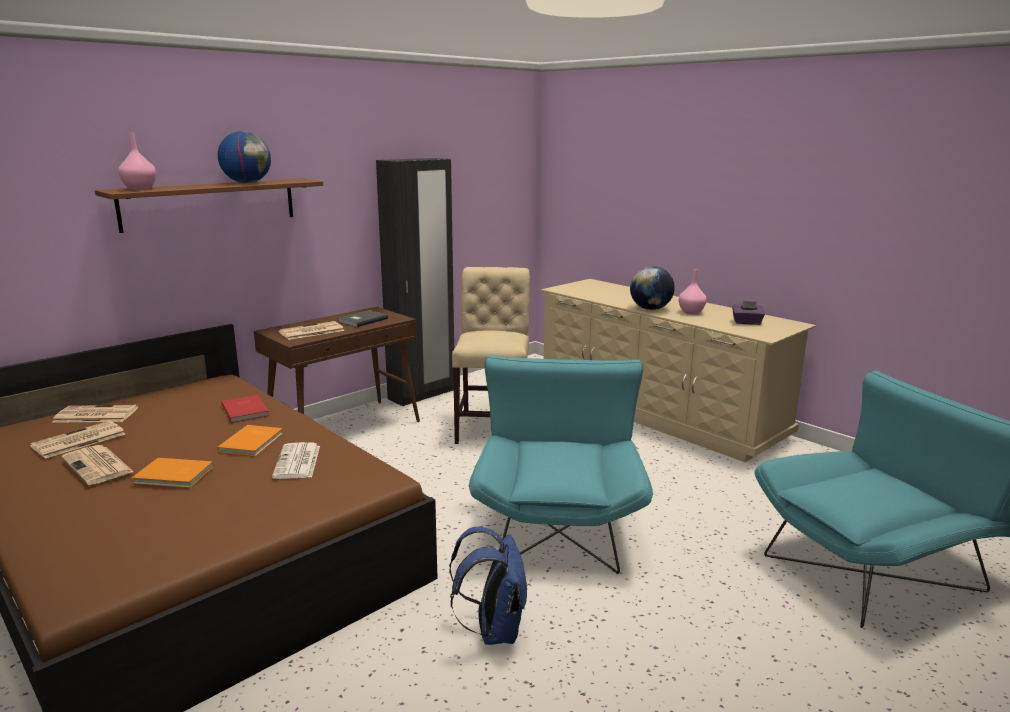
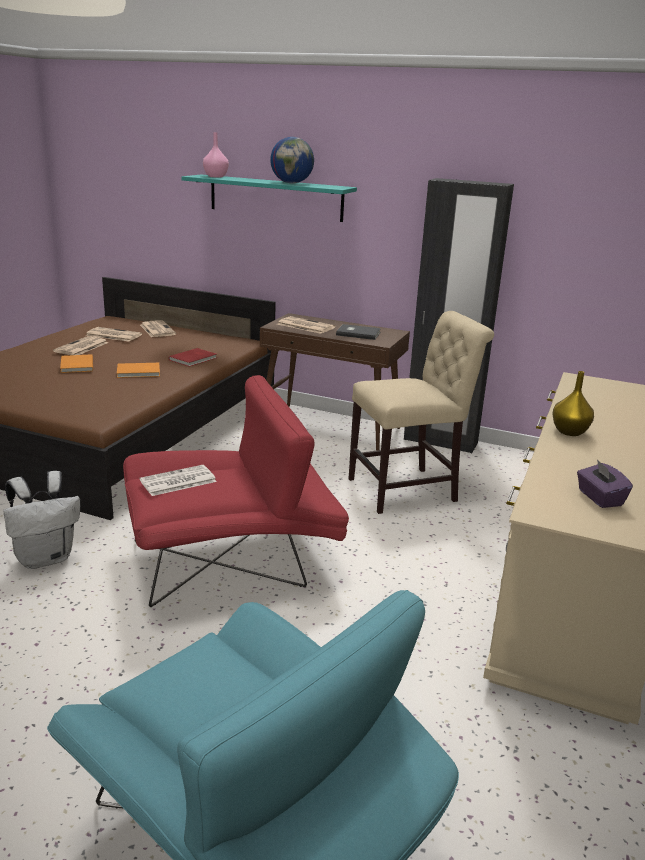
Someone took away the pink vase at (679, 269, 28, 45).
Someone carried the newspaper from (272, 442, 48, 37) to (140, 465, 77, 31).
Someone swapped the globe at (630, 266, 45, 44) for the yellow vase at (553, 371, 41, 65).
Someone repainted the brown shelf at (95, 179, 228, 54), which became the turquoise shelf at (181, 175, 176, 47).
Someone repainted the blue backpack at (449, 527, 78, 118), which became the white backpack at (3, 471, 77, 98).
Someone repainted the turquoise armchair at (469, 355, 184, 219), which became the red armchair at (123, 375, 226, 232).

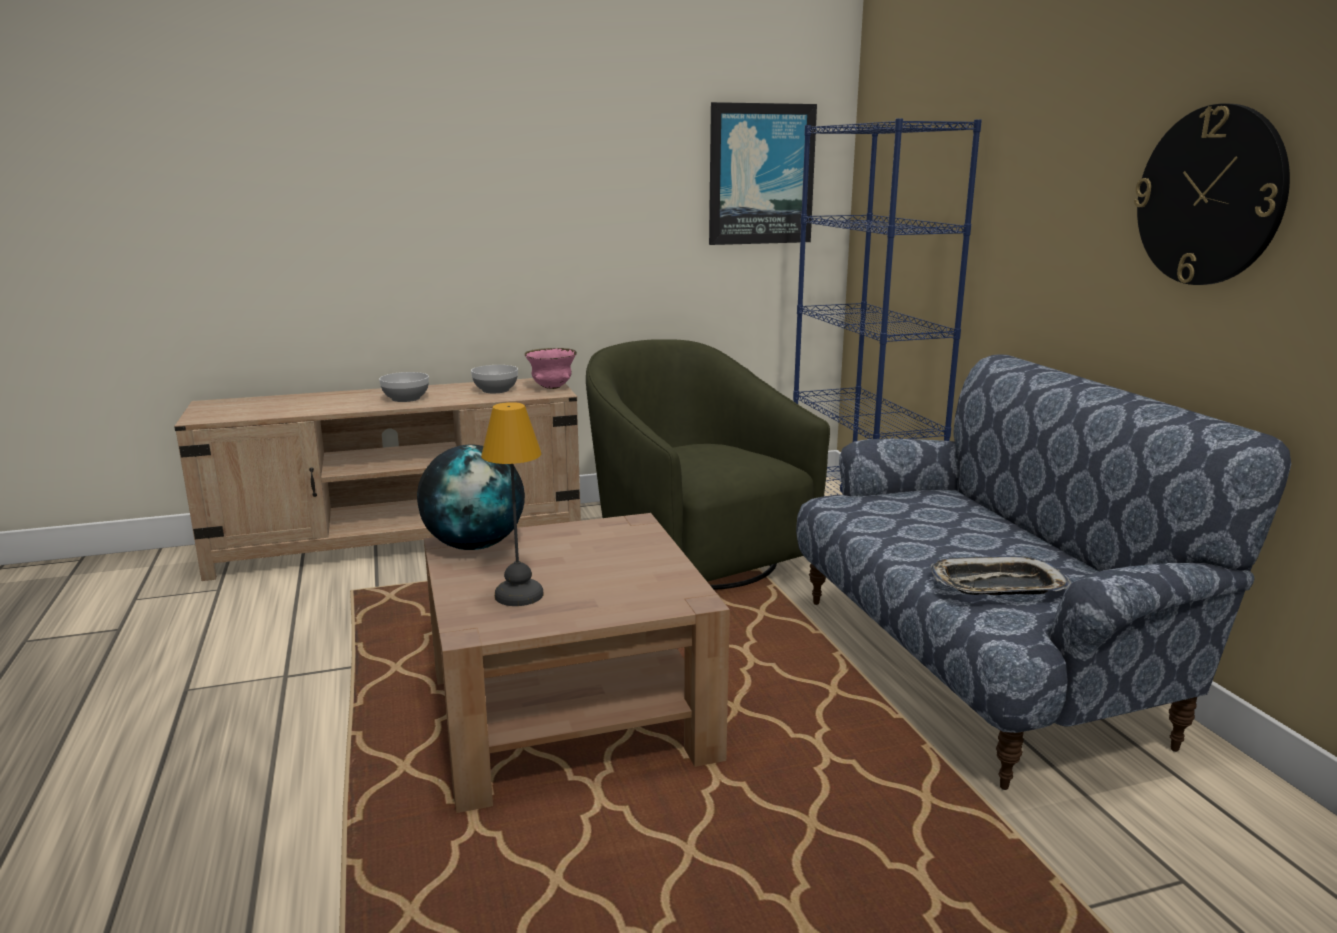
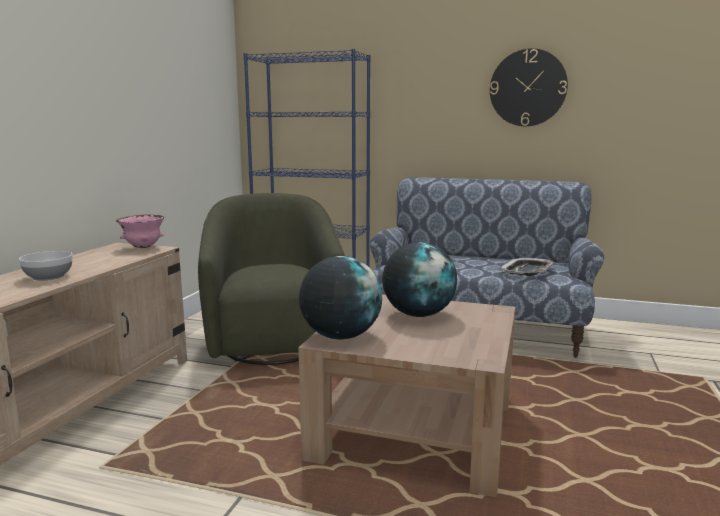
Someone took away the bowl at (471, 365, 47, 28).
Someone took away the table lamp at (481, 402, 62, 204).
Someone took away the picture at (709, 102, 108, 143).
Someone put down the globe at (382, 242, 75, 75).
Someone rotated the green armchair at (586, 339, 244, 251) by 75 degrees clockwise.

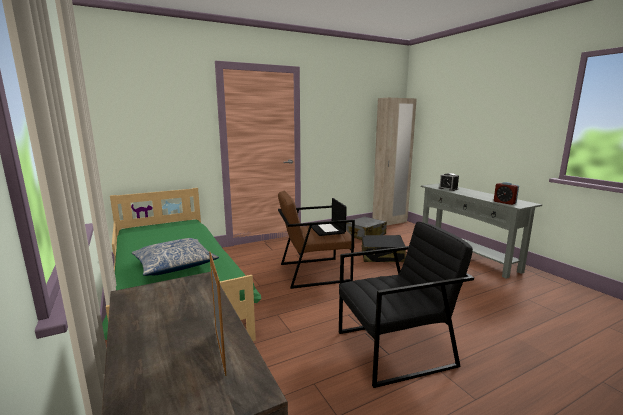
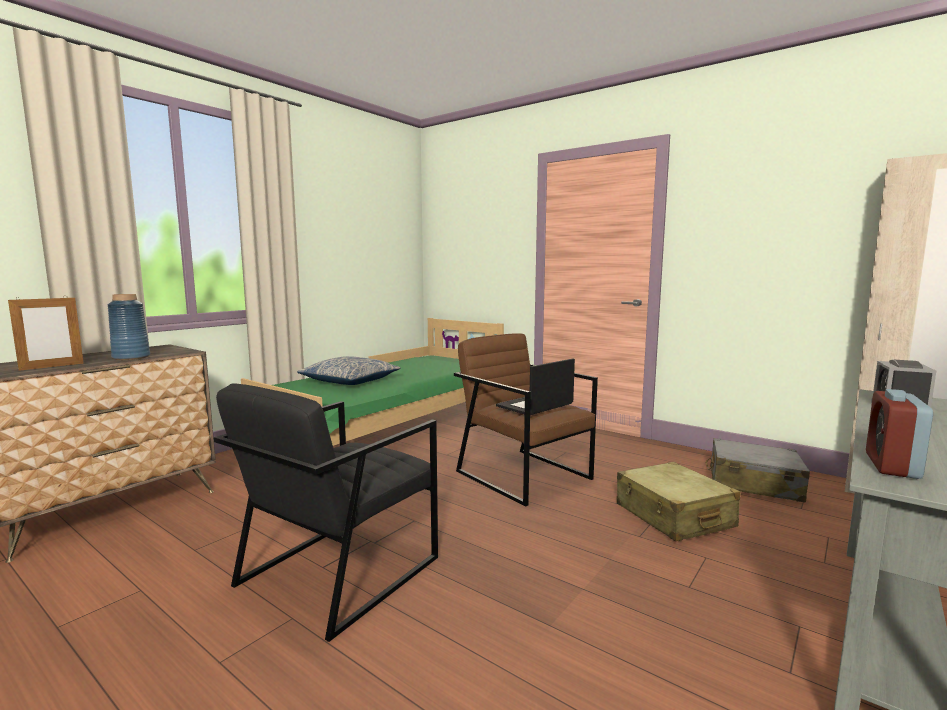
Someone put down the blue vase at (108, 294, 42, 66).
Someone repainted the black suitcase at (361, 235, 46, 27), which became the beige suitcase at (617, 462, 123, 79).
Someone rotated the black armchair at (339, 222, 135, 166) by 75 degrees clockwise.

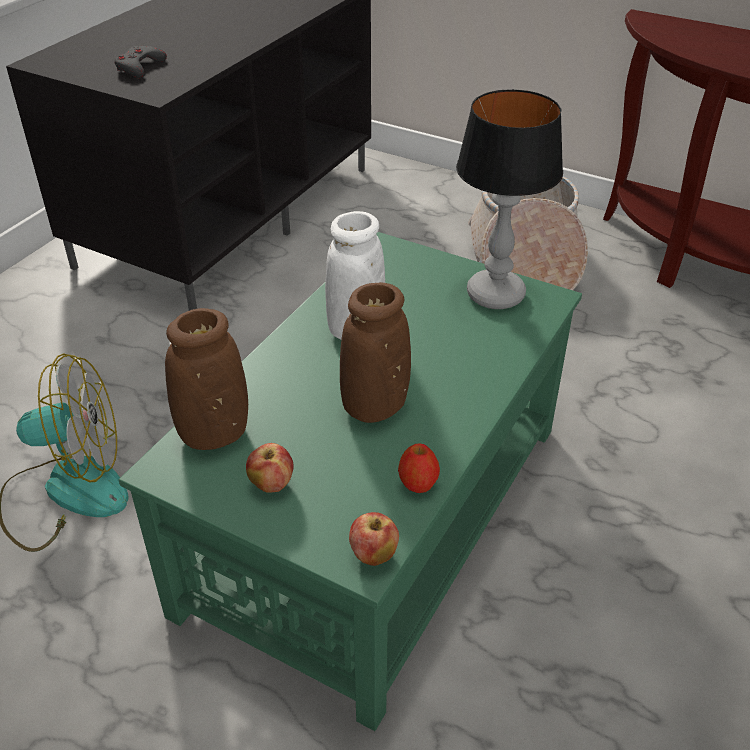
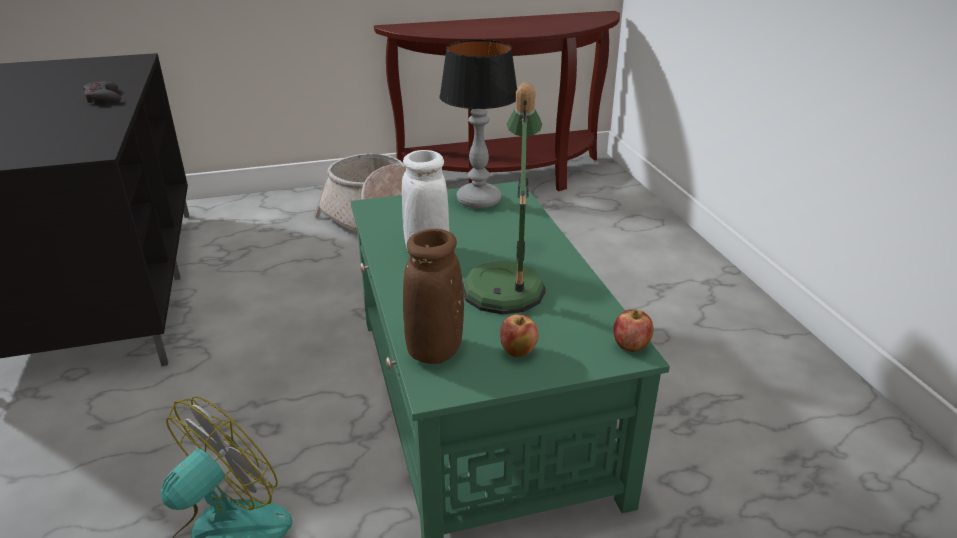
Someone took away the apple at (398, 443, 42, 50).
Someone carried the grey game controller from (114, 46, 53, 32) to (83, 81, 38, 22).
Someone swapped the brown vase at (340, 282, 71, 141) for the table lamp at (463, 83, 83, 231).

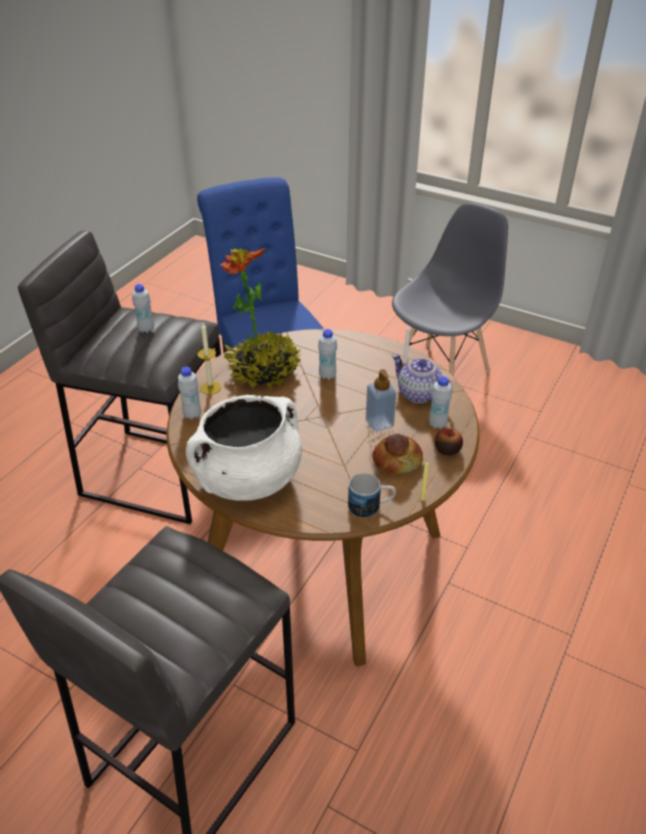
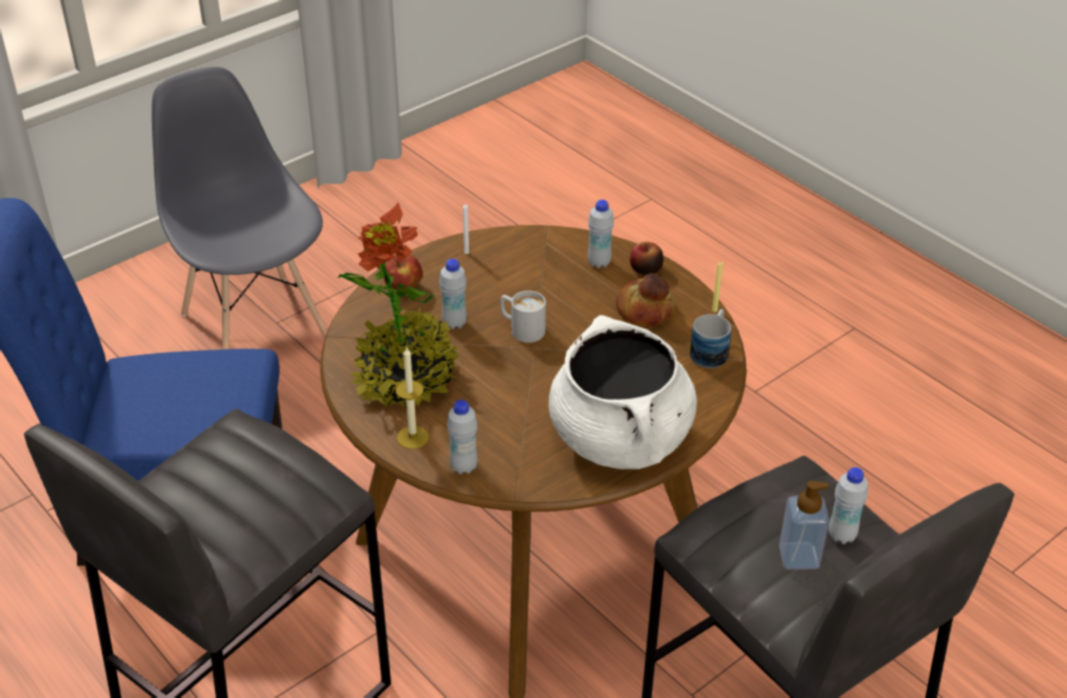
Someone took away the teapot at (391, 354, 62, 49).
Someone put down the apple at (384, 255, 39, 38).
Someone put down the white mug at (500, 291, 46, 52).
Someone carried the white bottle from (132, 284, 22, 49) to (828, 467, 40, 77).
Someone carried the soap dispenser from (366, 369, 30, 63) to (779, 481, 50, 89).

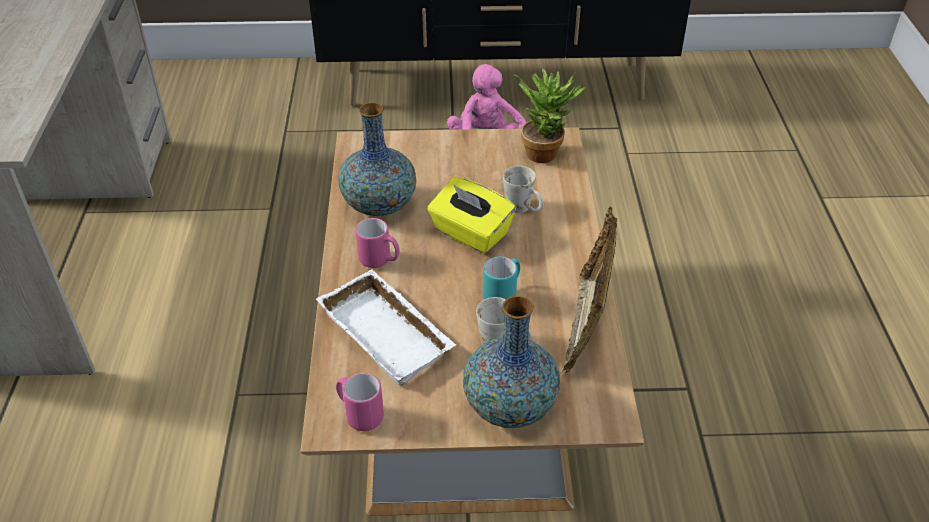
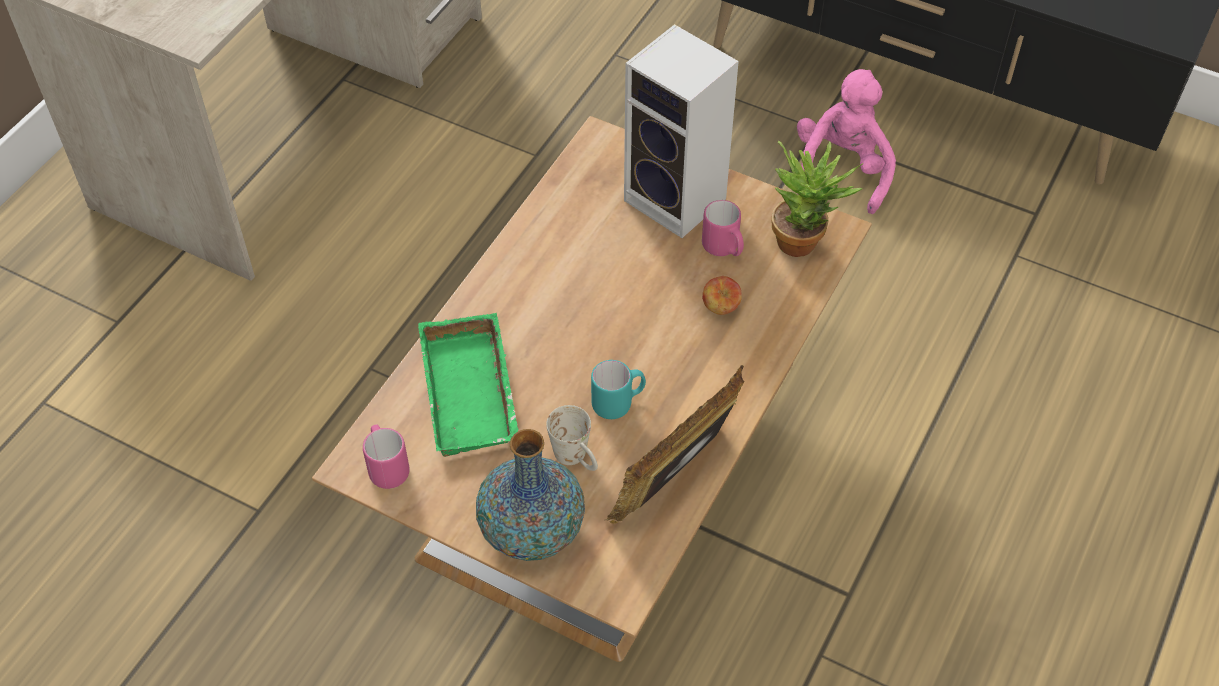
Someone took away the vase at (339, 102, 77, 114).
Someone took away the yellow tissue box at (427, 177, 89, 76).
Someone put down the speaker at (624, 24, 115, 214).
Someone carried the pink mug from (356, 218, 44, 50) to (702, 200, 42, 56).
Someone swapped the white mug at (503, 166, 41, 47) for the apple at (702, 276, 40, 39).
Someone repainted the white tray at (316, 269, 140, 117), which became the green tray at (418, 313, 101, 144).

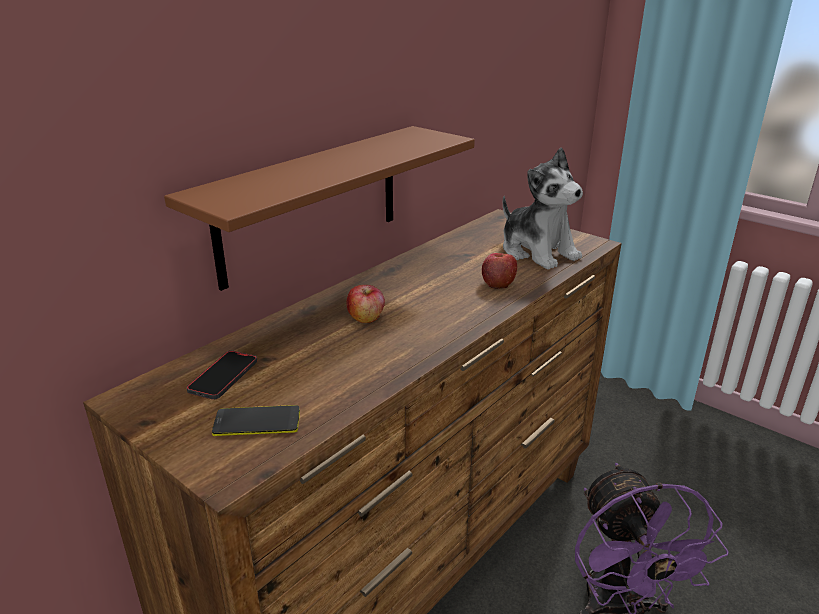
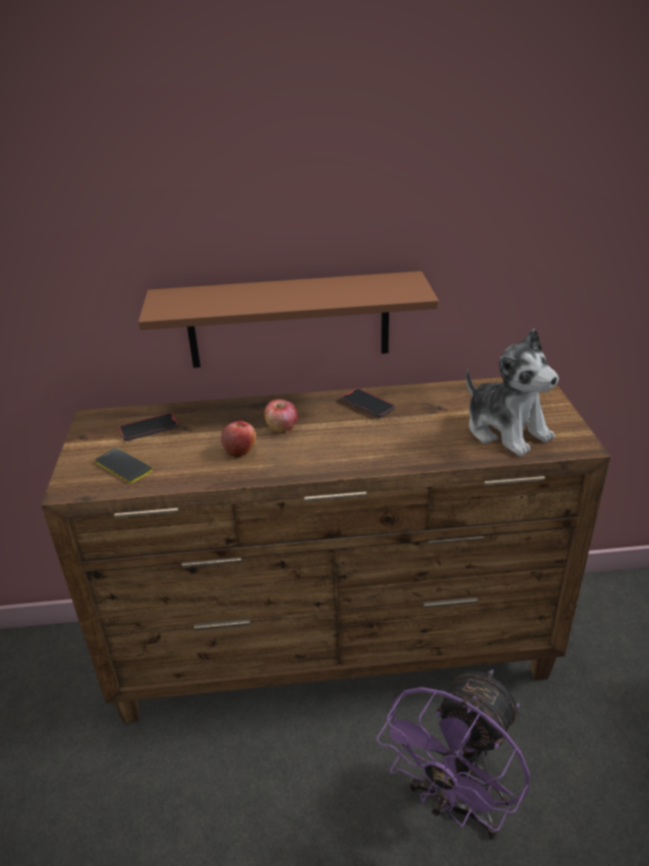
Someone put down the phone at (342, 388, 53, 30).
Someone carried the apple from (482, 253, 35, 36) to (221, 421, 35, 37).
Someone rotated the plush toy at (503, 147, 80, 123) by 45 degrees counterclockwise.

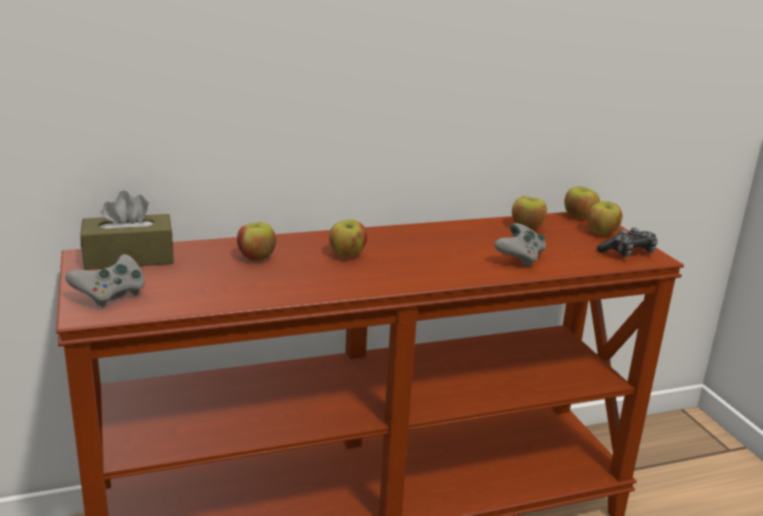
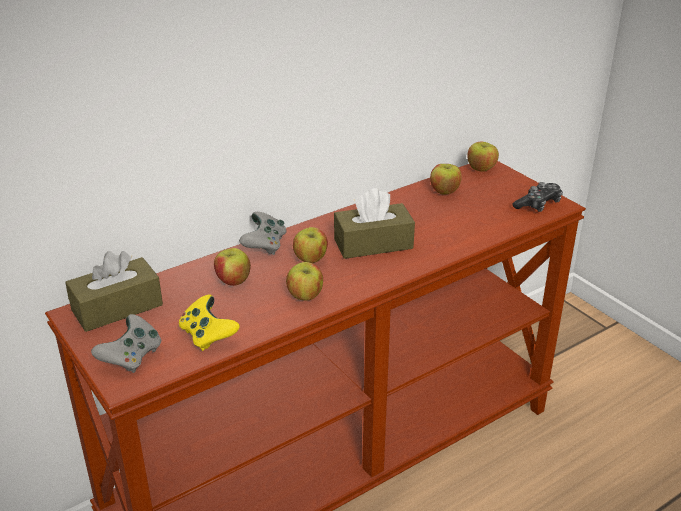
Someone put down the yellow game controller at (179, 295, 61, 56).
Someone put down the brown tissue box at (334, 188, 81, 71).
Someone carried the grey game controller from (494, 223, 52, 44) to (239, 212, 48, 43).
Someone carried the apple from (587, 201, 35, 34) to (286, 262, 37, 39).

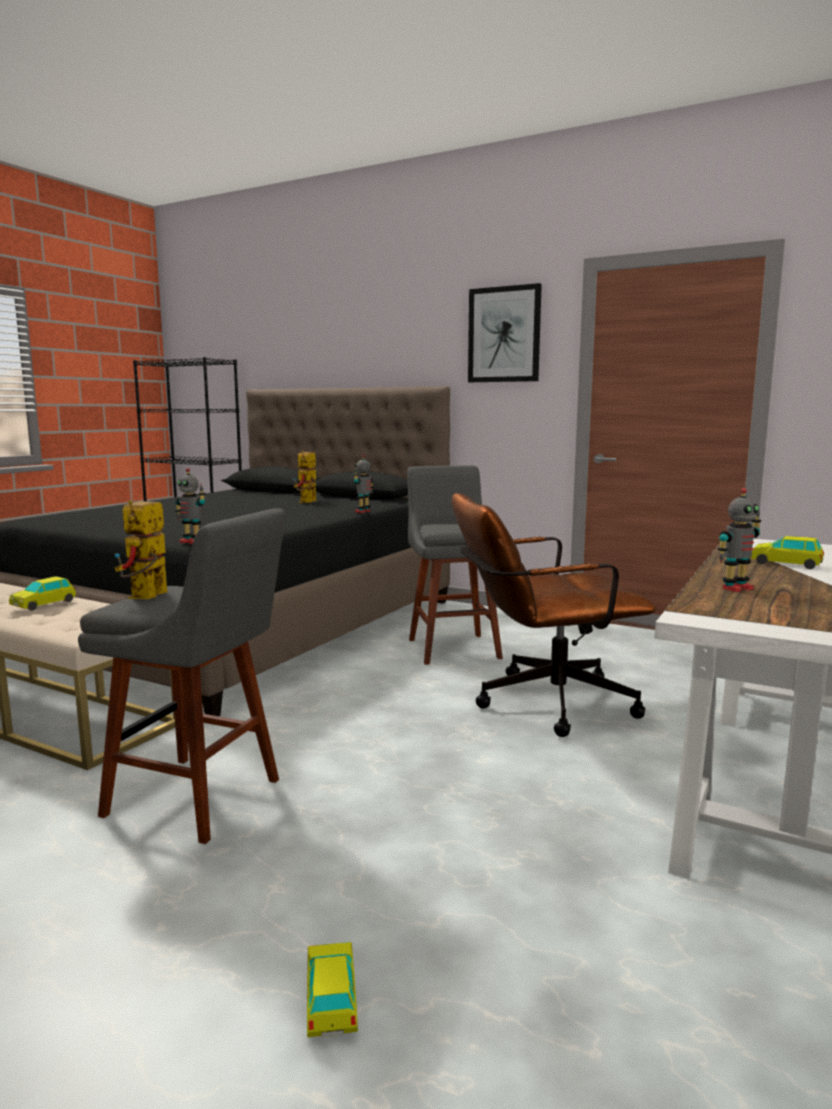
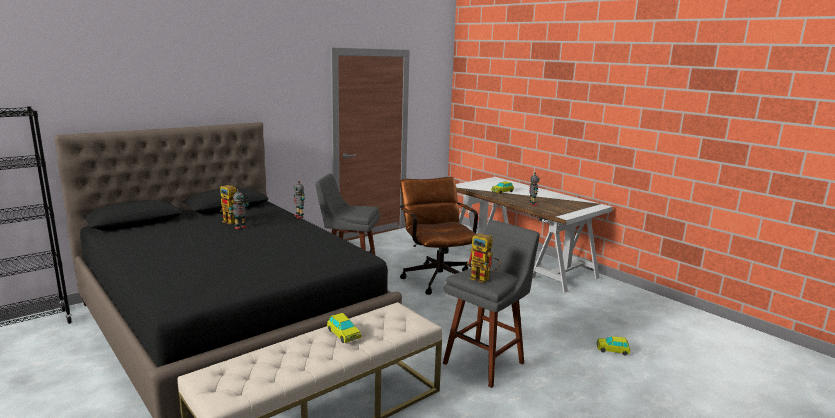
Someone took away the picture at (468, 283, 74, 99).
Someone carried the toy robot from (175, 468, 31, 76) to (229, 189, 20, 41).
Someone rotated the brown office chair at (451, 493, 205, 244) by 150 degrees clockwise.

